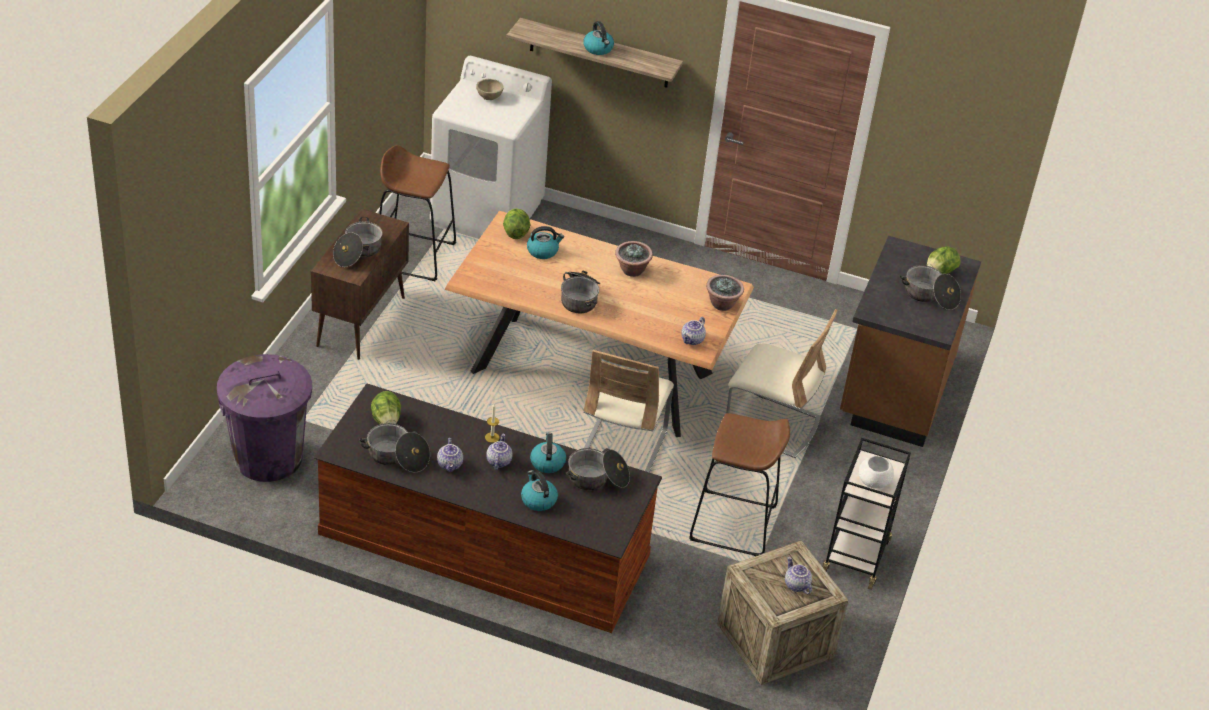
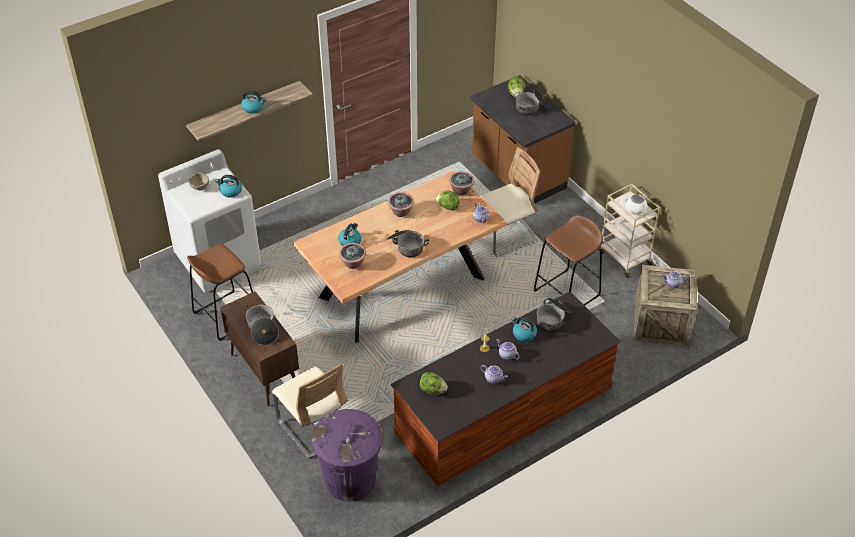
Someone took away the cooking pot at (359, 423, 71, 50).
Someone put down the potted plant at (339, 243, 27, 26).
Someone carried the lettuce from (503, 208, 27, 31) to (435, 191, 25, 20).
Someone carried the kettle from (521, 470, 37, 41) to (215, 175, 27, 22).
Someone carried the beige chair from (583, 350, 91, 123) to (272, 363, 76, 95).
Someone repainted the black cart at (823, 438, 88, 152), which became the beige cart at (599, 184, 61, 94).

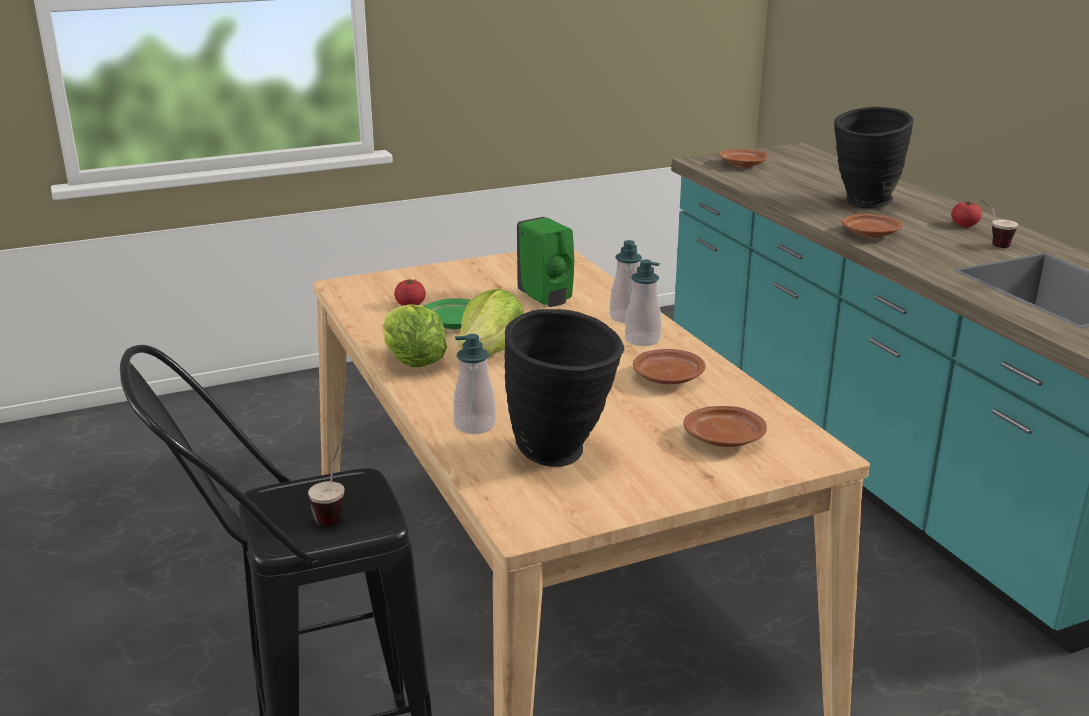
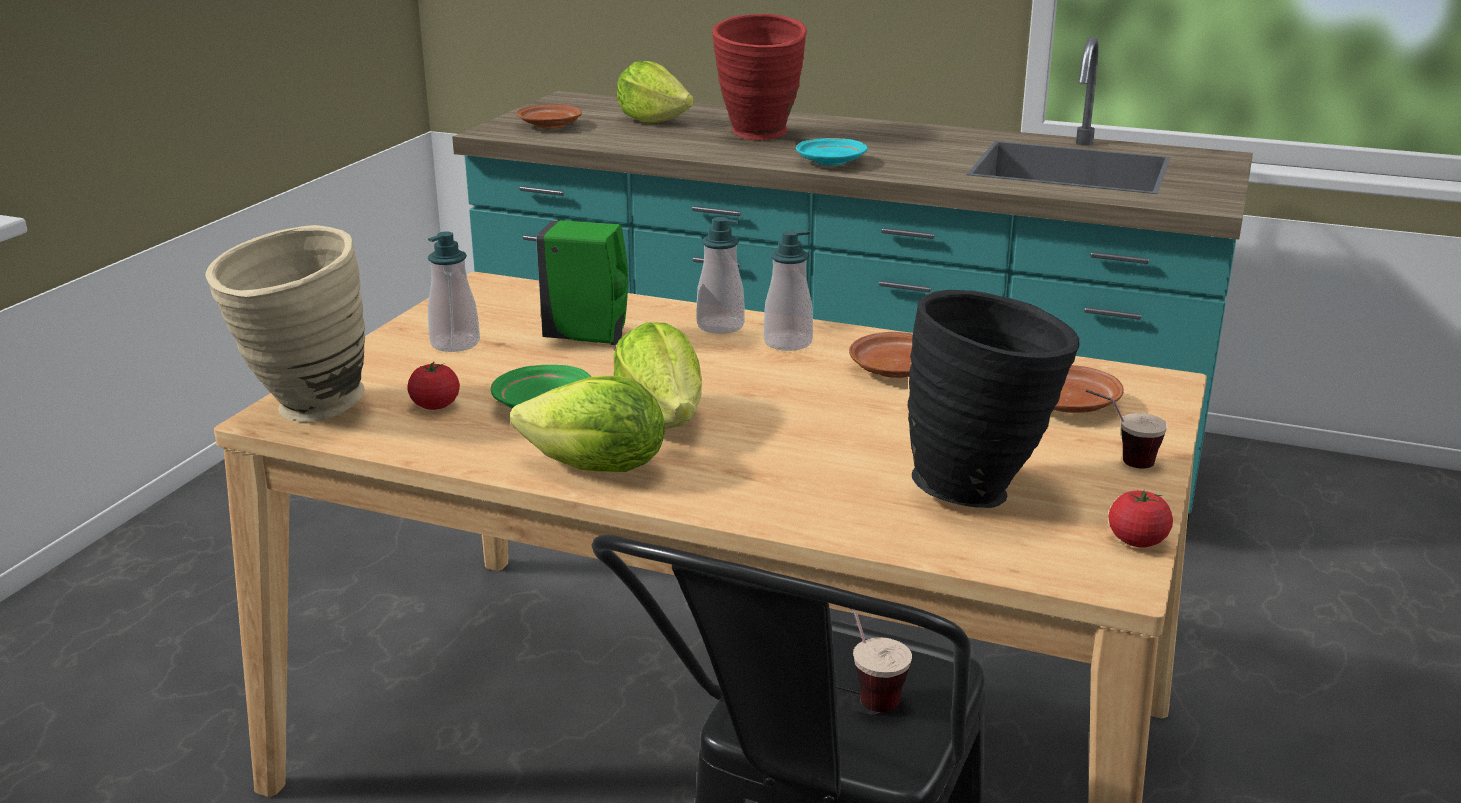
Someone put down the beige vase at (205, 225, 160, 197).
Someone put down the lettuce at (617, 61, 77, 63).
Someone carried the soap dispenser from (453, 334, 43, 100) to (428, 232, 52, 120).
Someone carried the tomato from (951, 201, 31, 26) to (1108, 490, 65, 57).
Someone carried the cup from (980, 199, 38, 49) to (1085, 389, 83, 80).
Someone repainted the black vase at (834, 107, 79, 101), which became the red vase at (712, 14, 95, 126).
Someone repainted the brown plate at (842, 213, 61, 25), which became the turquoise plate at (796, 138, 72, 28).

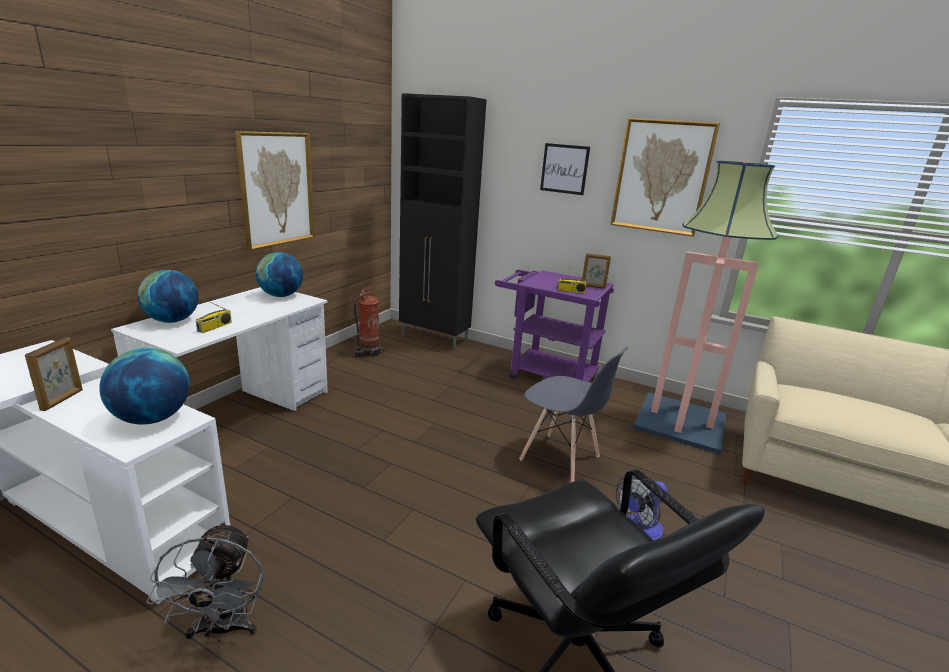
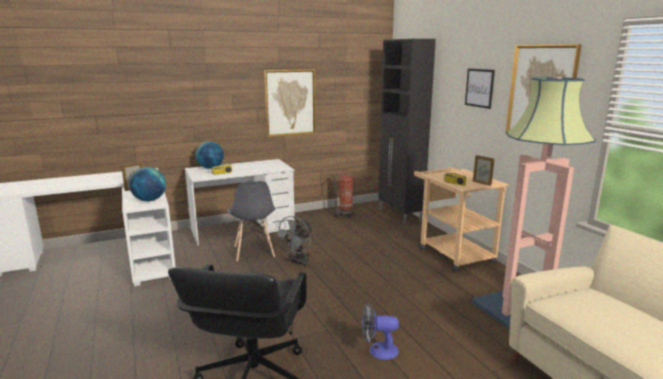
Someone took away the globe at (256, 252, 47, 45).
Someone carried the grey fan from (147, 521, 117, 120) to (274, 216, 39, 51).
Someone carried the grey chair from (519, 346, 110, 136) to (228, 181, 47, 80).
Someone repainted the purple cart at (495, 269, 119, 113), which became the beige cart at (414, 167, 94, 105).

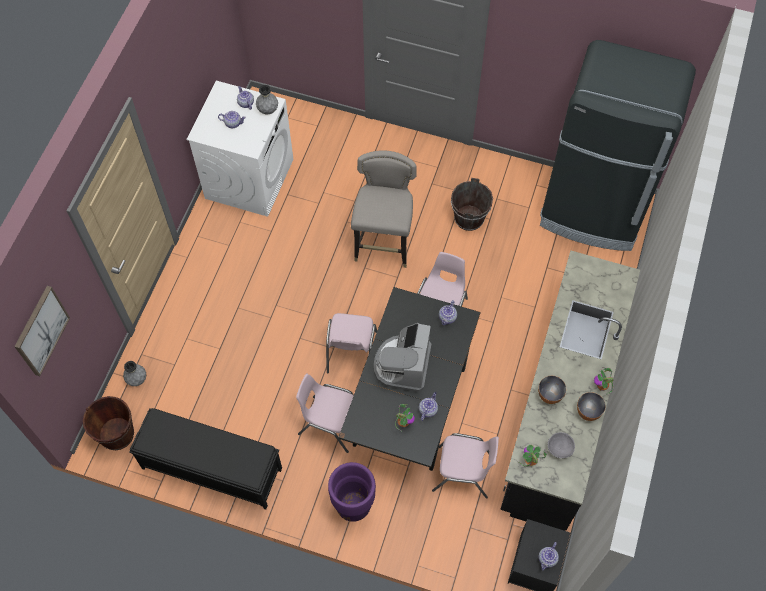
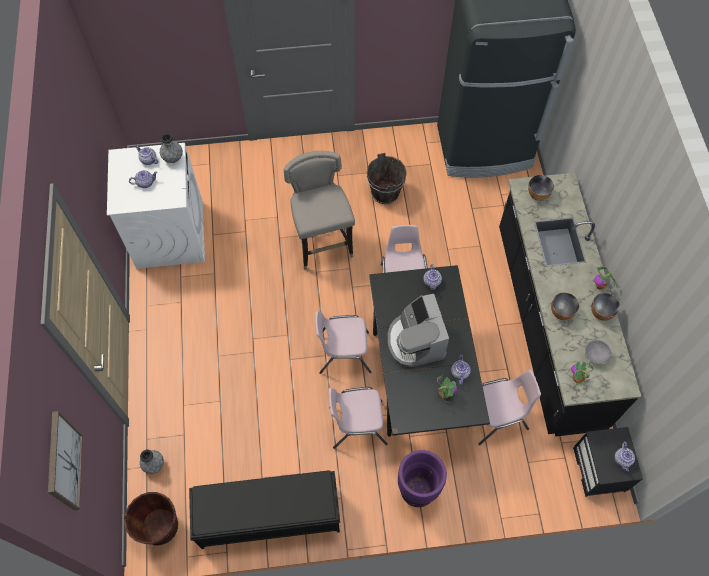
Someone put down the bowl at (528, 175, 26, 26).
Someone rotated the pink chair at (326, 313, 51, 61) by 105 degrees clockwise.

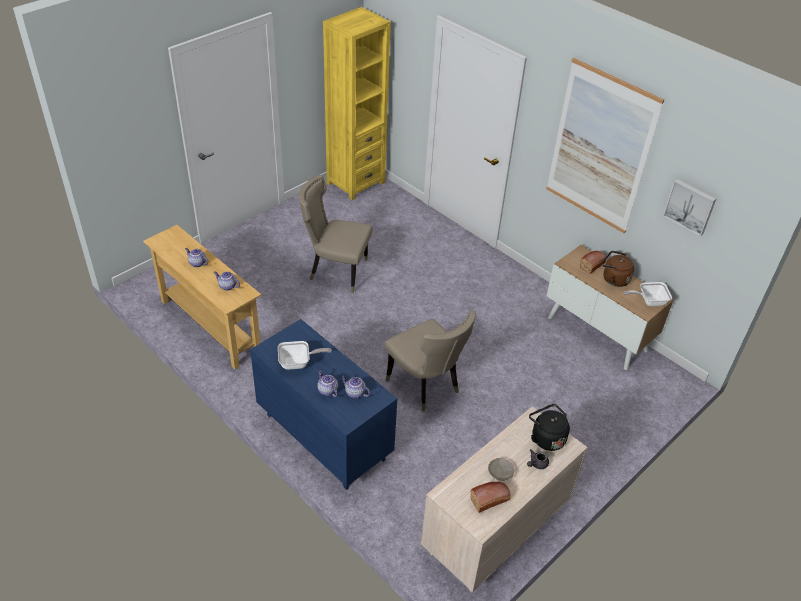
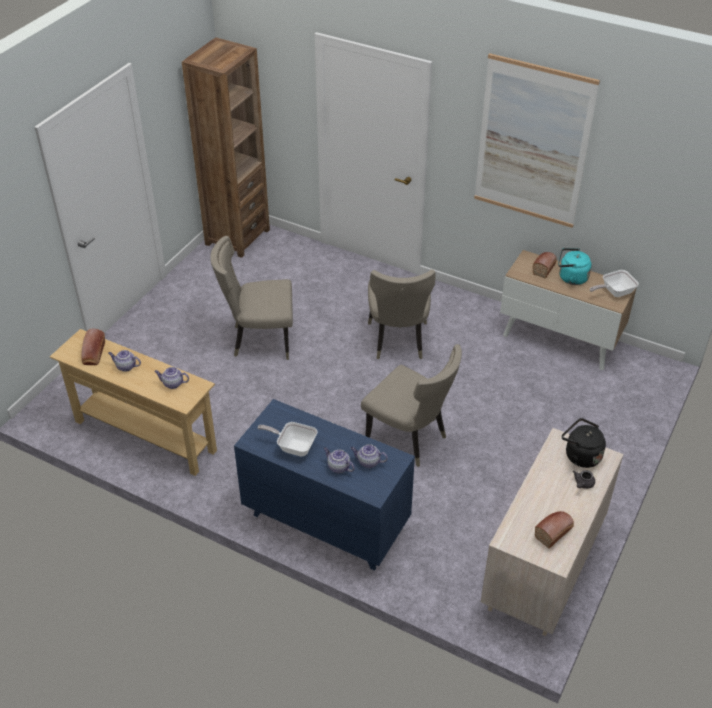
Someone took away the beige plate at (488, 458, 27, 23).
Someone took away the picture at (663, 179, 53, 57).
Someone put down the bread at (81, 329, 24, 36).
Someone put down the beige chair at (368, 269, 68, 90).
Someone repainted the yellow bookcase at (323, 7, 68, 193), which became the brown bookcase at (182, 37, 88, 221).
Someone repainted the brown kettle at (602, 251, 32, 36), which became the turquoise kettle at (558, 248, 34, 37).
Someone rotated the frying pan at (278, 341, 54, 29) by 135 degrees counterclockwise.

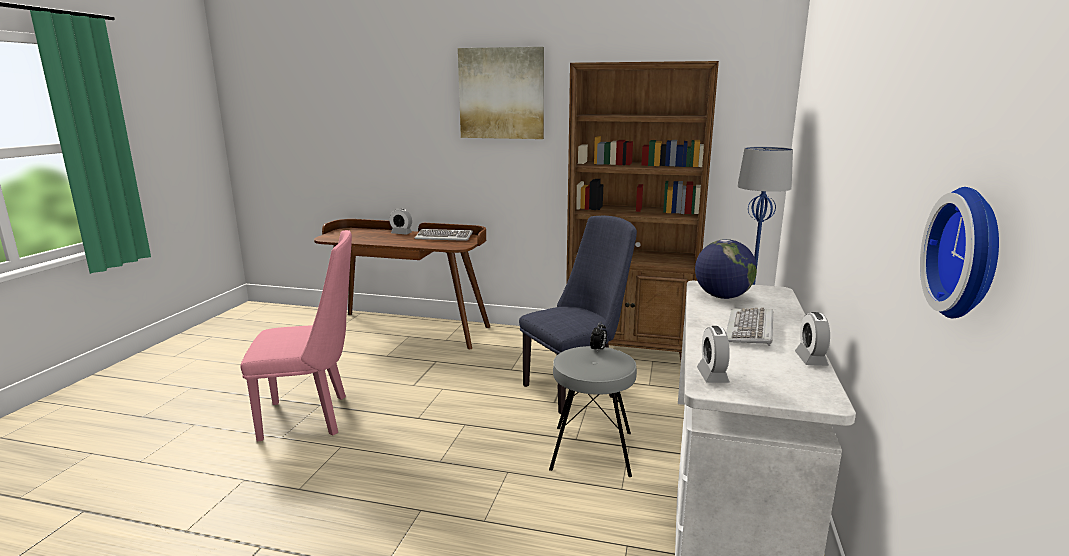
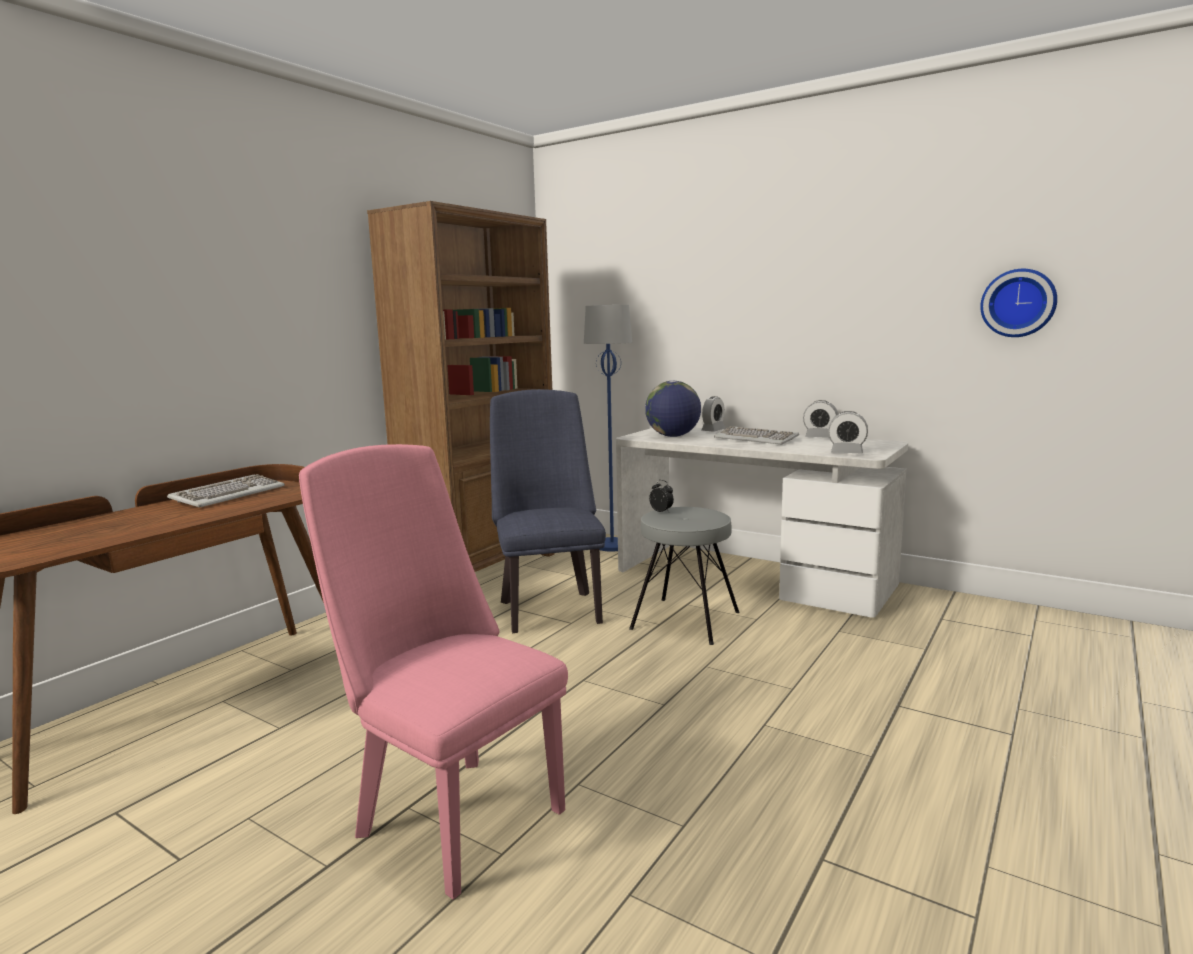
Someone took away the picture at (458, 47, 86, 92).
Someone carried the alarm clock from (389, 208, 23, 26) to (701, 396, 25, 36).
Someone rotated the pink chair at (240, 230, 112, 211) by 60 degrees counterclockwise.

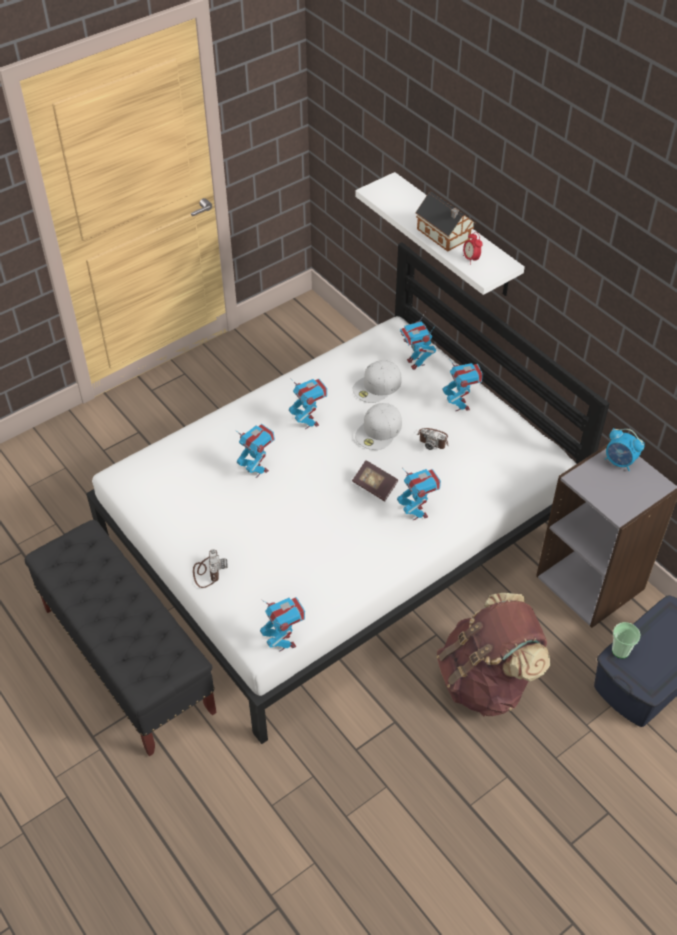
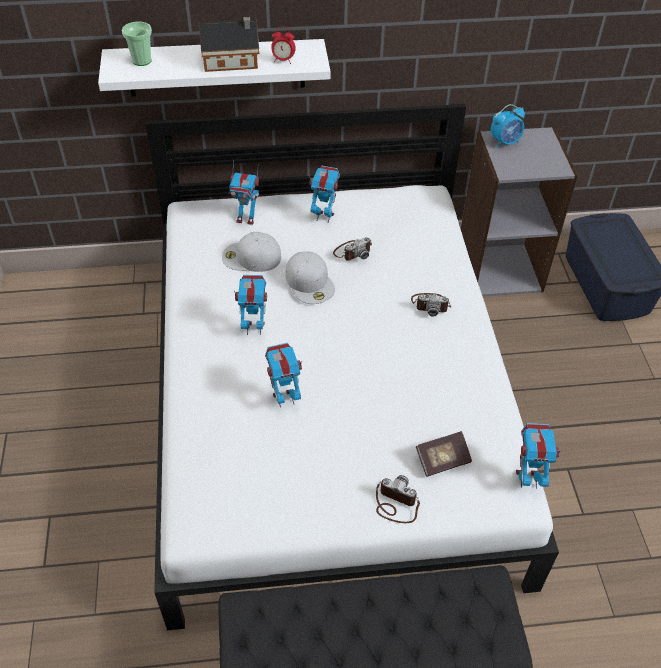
Someone took away the brown backpack at (437, 593, 113, 124).
Someone carried the book from (352, 460, 46, 41) to (416, 431, 56, 46).
Someone carried the cup from (612, 622, 28, 36) to (122, 22, 30, 44).
Someone swapped the toy robot at (397, 469, 44, 51) for the photo camera at (411, 293, 40, 24).
Someone rotated the white cap at (353, 360, 49, 43) by 105 degrees clockwise.

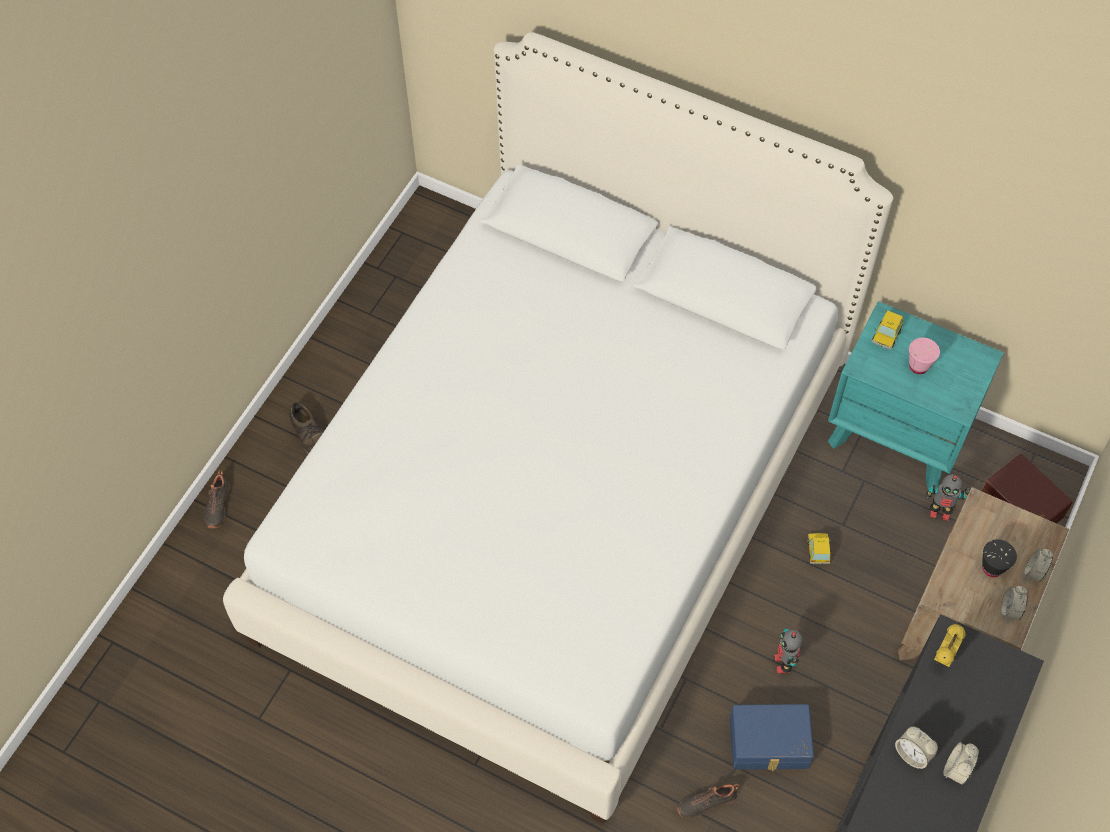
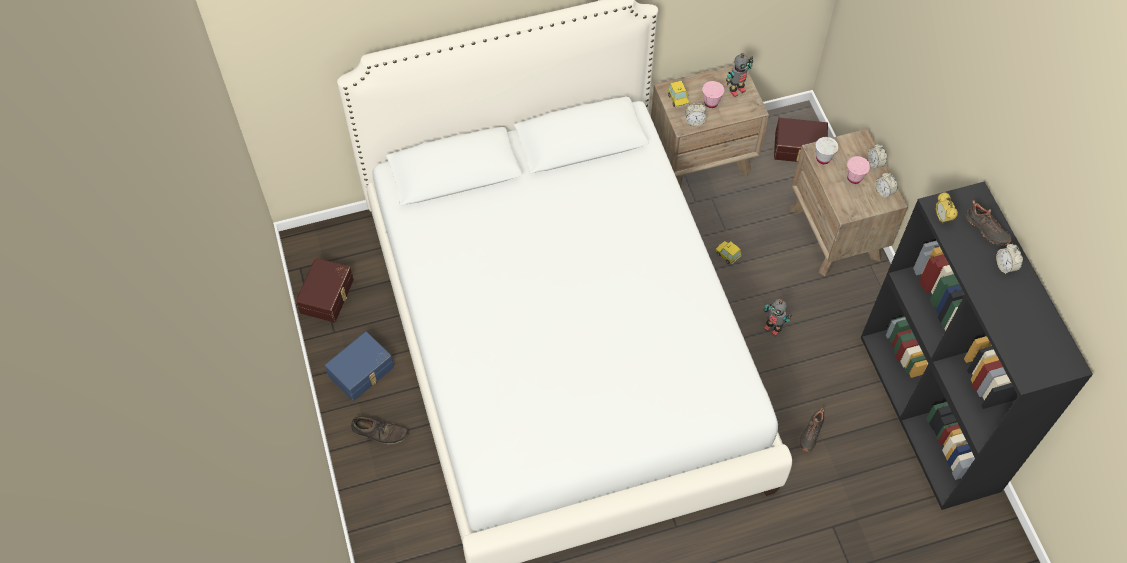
Someone put down the brown storage box at (296, 258, 58, 64).
Someone put down the white cup at (816, 137, 22, 27).
Someone carried the black shoe from (204, 470, 26, 59) to (966, 200, 46, 45).
Someone carried the blue storage box from (730, 704, 84, 67) to (325, 332, 69, 69).
Someone carried the alarm clock from (895, 727, 43, 42) to (685, 103, 21, 23).
Someone carried the toy robot from (926, 474, 45, 47) to (726, 53, 27, 44).
Someone repainted the turquoise nightstand at (828, 301, 176, 188), which became the brown nightstand at (651, 65, 118, 122).
Someone repainted the black cup at (982, 539, 35, 38), which became the pink cup at (847, 156, 23, 28).

